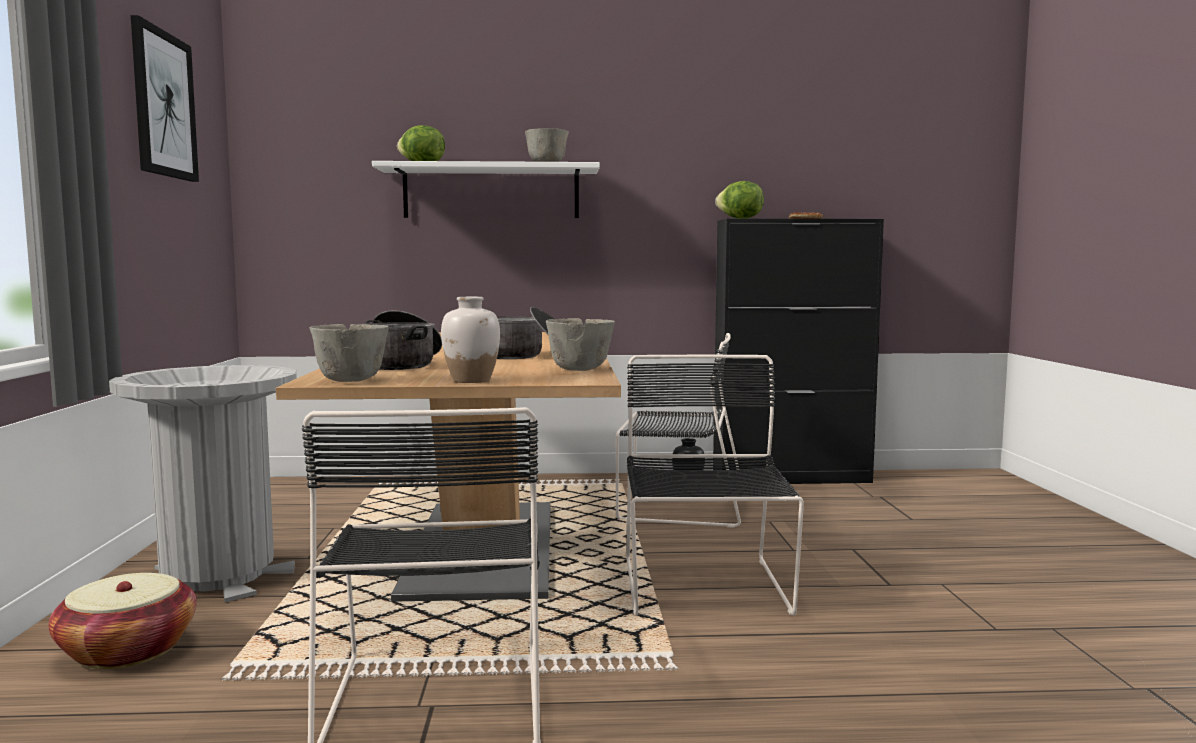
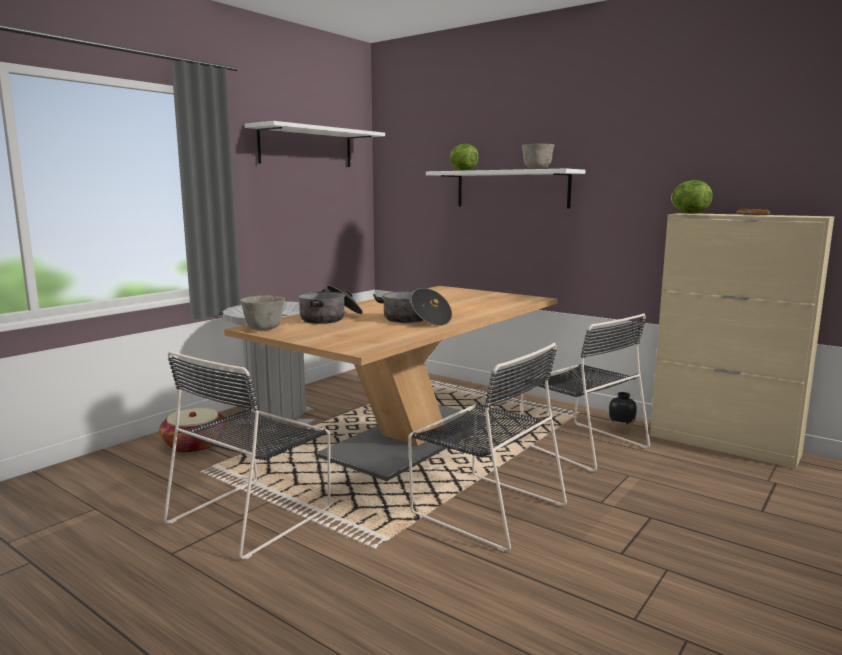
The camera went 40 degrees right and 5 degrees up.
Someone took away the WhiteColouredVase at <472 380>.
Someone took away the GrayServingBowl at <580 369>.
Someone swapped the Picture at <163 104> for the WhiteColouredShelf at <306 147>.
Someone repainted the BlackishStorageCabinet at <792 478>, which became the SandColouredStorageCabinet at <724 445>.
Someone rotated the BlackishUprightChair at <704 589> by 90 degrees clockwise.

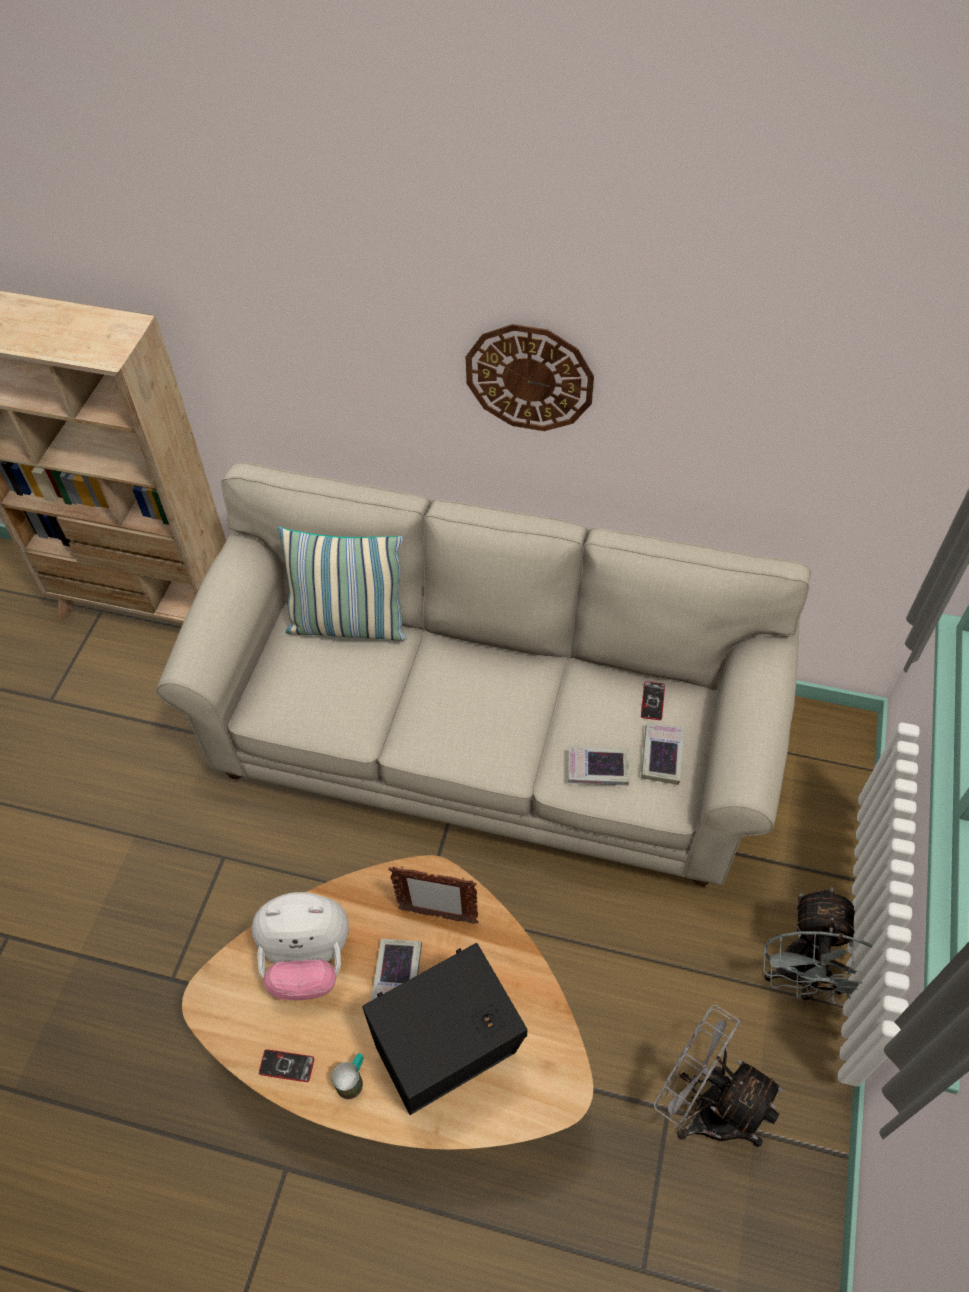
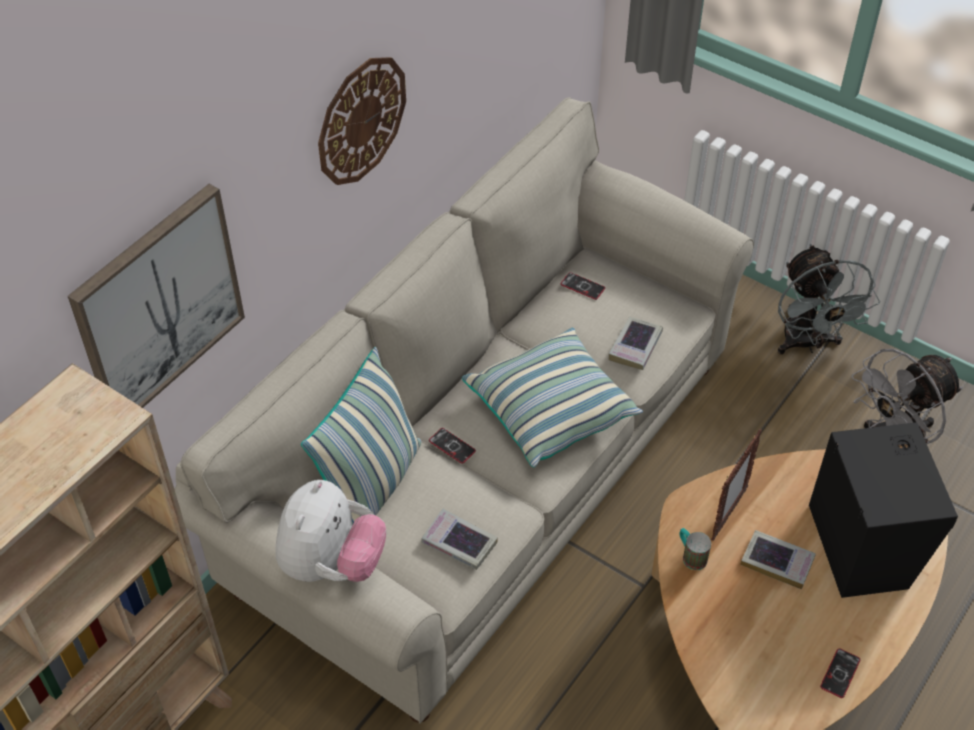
The camera went 70 degrees left and 5 degrees down.
Someone put up the Picture at <158 304>.
Someone put down the Handset at <452 446>.
Someone put down the Cushion at <551 410>.
Someone carried the PlushToy from <307 960> to <332 564>.
Someone carried the CoffeeMug from <353 1079> to <690 555>.
Someone carried the Book from <661 756> to <459 543>.
Someone rotated the GrayCoolingFan at <803 978> by 45 degrees clockwise.

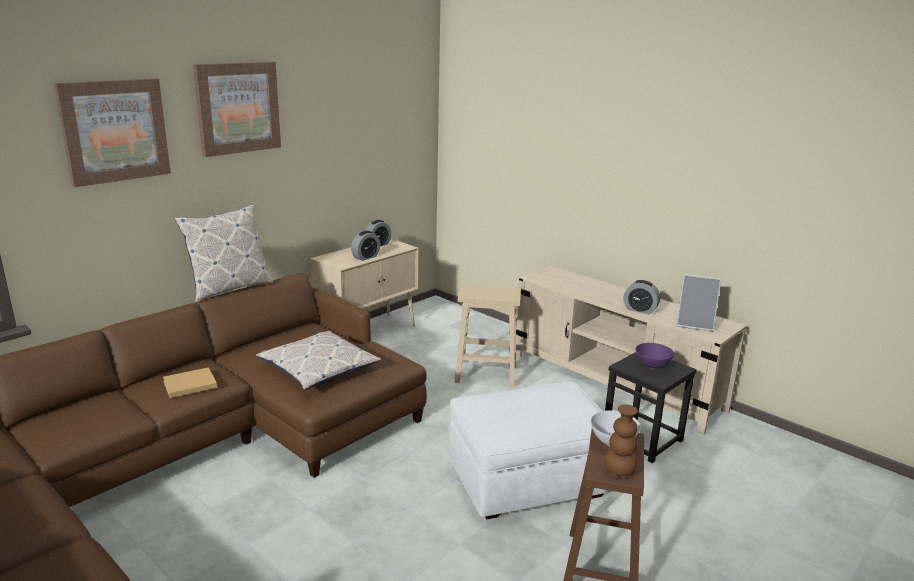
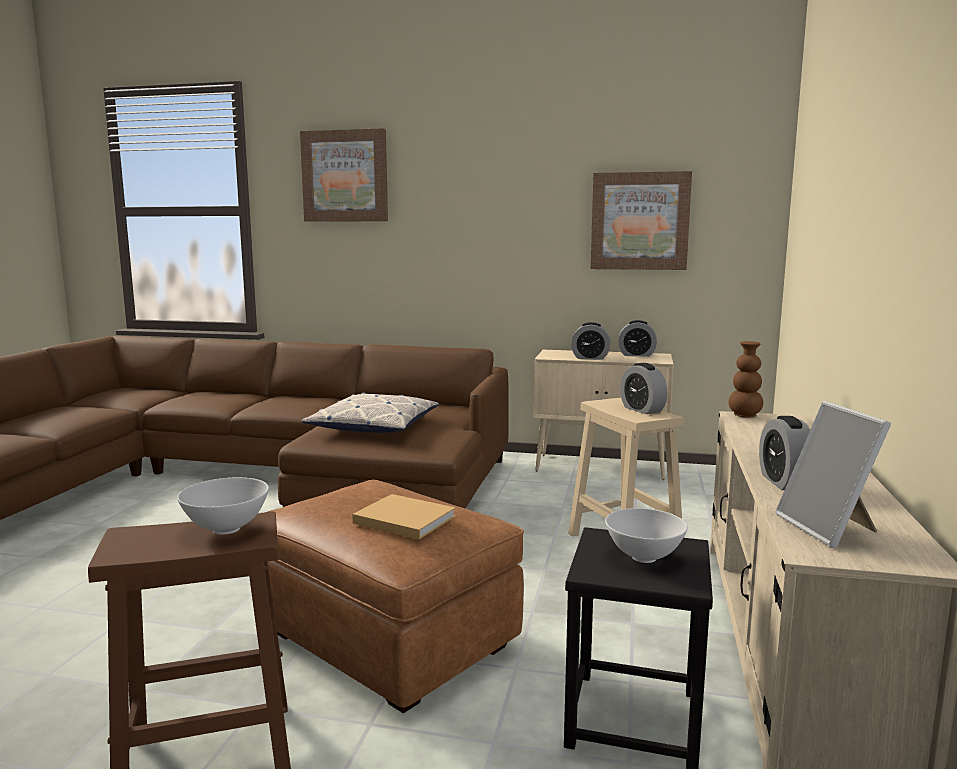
The camera went 60 degrees right and 10 degrees down.
Someone took away the Cushion at <229 288>.
Someone put down the AlarmClock at <642 410>.
Someone carried the SandColouredBook from <188 385> to <402 519>.
Someone carried the Picture from <237 108> to <639 221>.
Someone carried the BrownColouredVase from <619 472> to <744 415>.
Someone repainted the WhiteColouredFootrest at <528 481>, which became the BrownColouredFootrest at <387 640>.
Someone repainted the PurplishServingBowl at <653 366>, which became the WhiteColouredServingBowl at <644 558>.

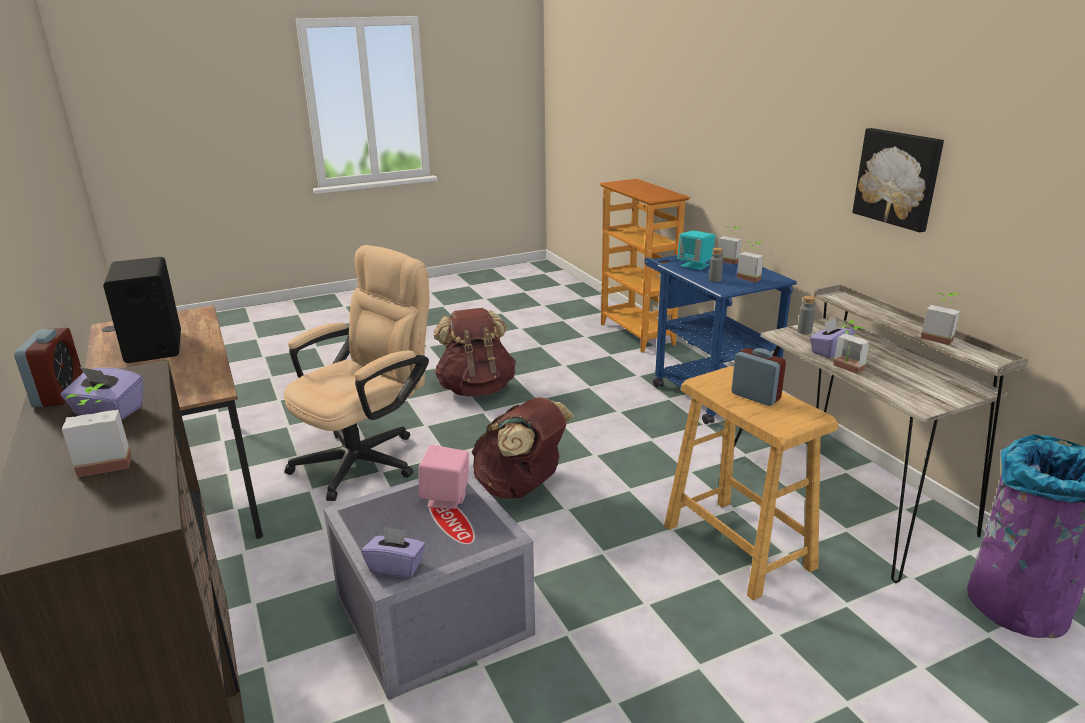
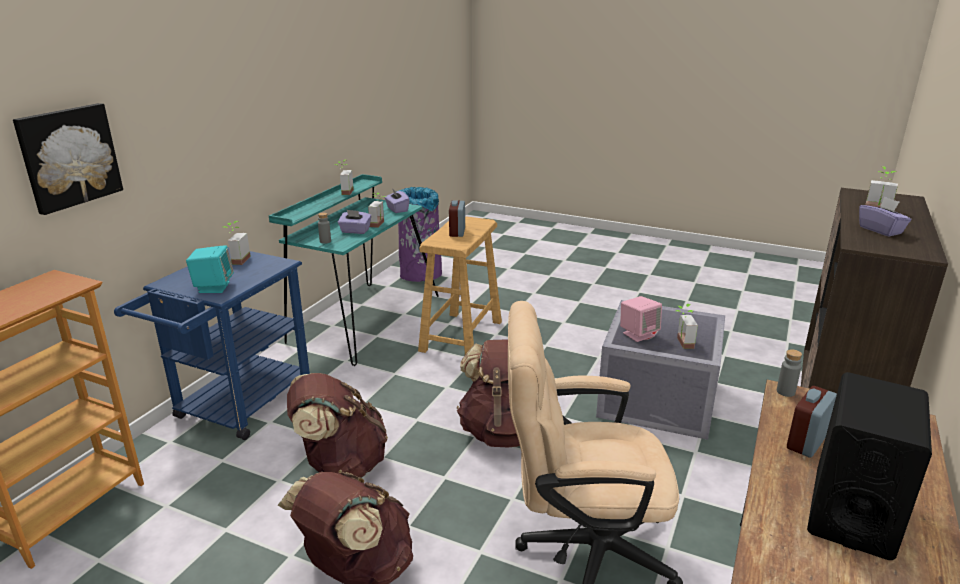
The camera went 130 degrees left and 0 degrees up.
Someone put down the BrownColouredBackpack at <340 465>.
Someone carried the AlarmClock from <59 394> to <806 442>.
Someone carried the PurplishBoxOfTissues from <396 566> to <397 209>.
Someone carried the GrayBottle from <715 280> to <785 392>.
Someone carried the PlantInAPot from <729 260> to <680 343>.
Someone carried the Picture from <898 178> to <68 157>.
Someone repainted the SandColouredDesk at <850 494>, which became the BlueGreenDesk at <361 319>.

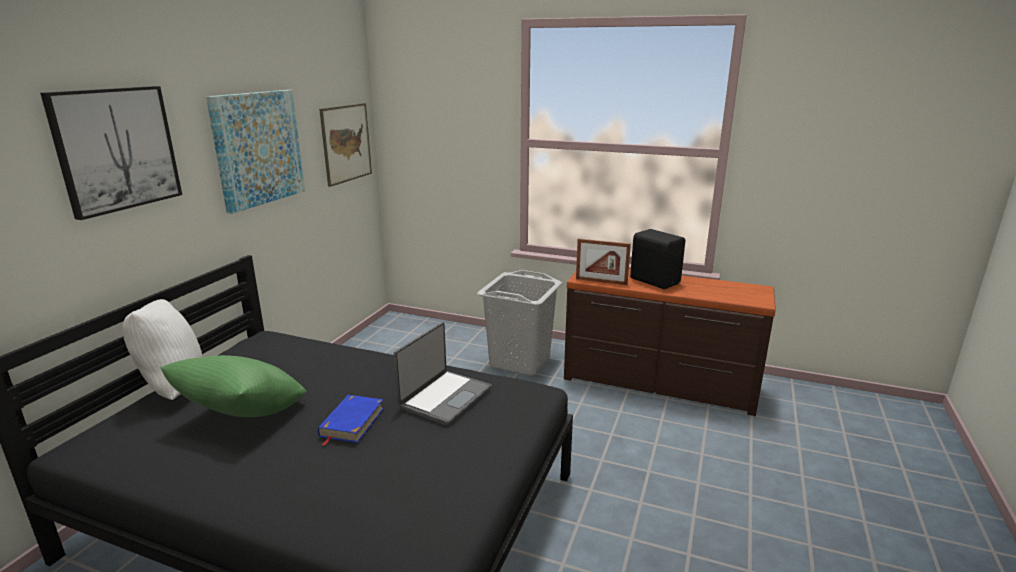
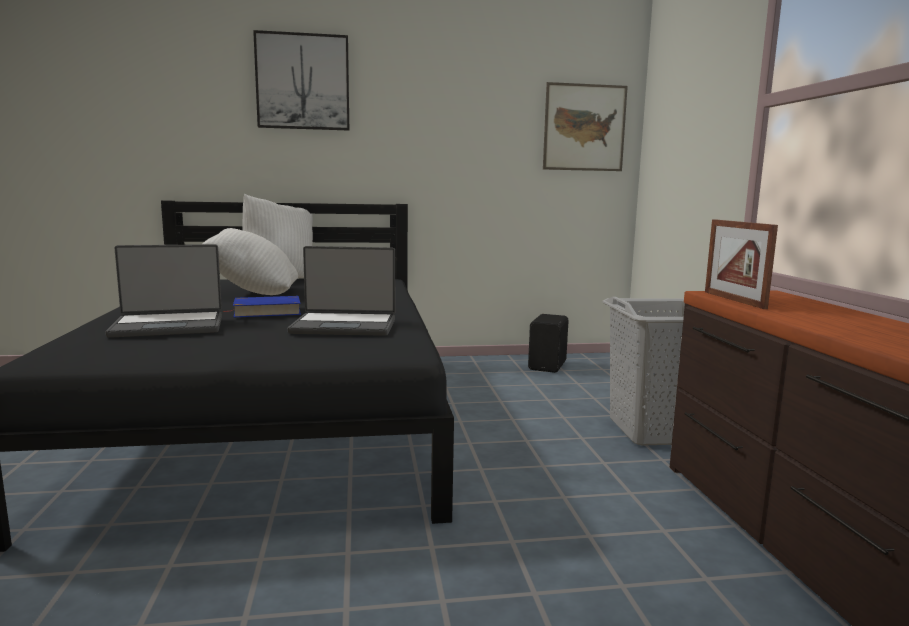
The camera went 60 degrees right and 10 degrees down.
Someone took away the Picture at <258 148>.
Someone put down the PortableComputer at <169 326>.
Someone carried the BlackishAudioSpeaker from <655 280> to <548 366>.
Someone repainted the GreenColouredCushion at <243 417>, which became the WhiteColouredCushion at <254 294>.

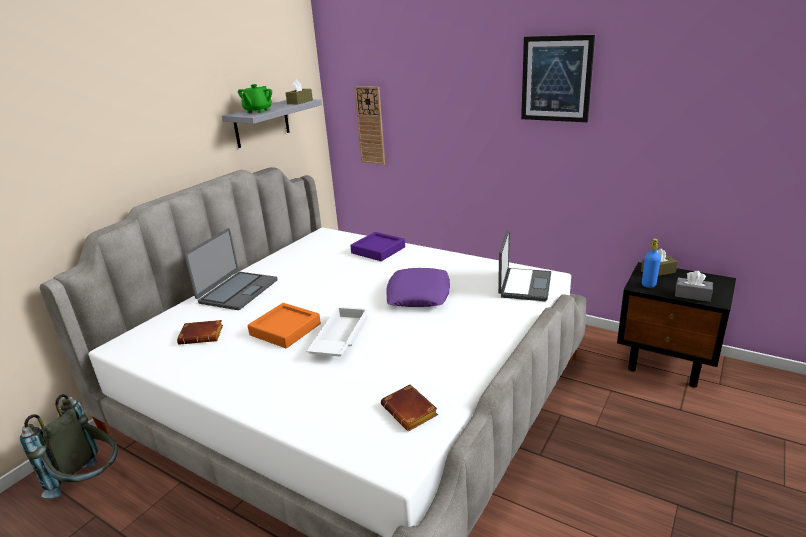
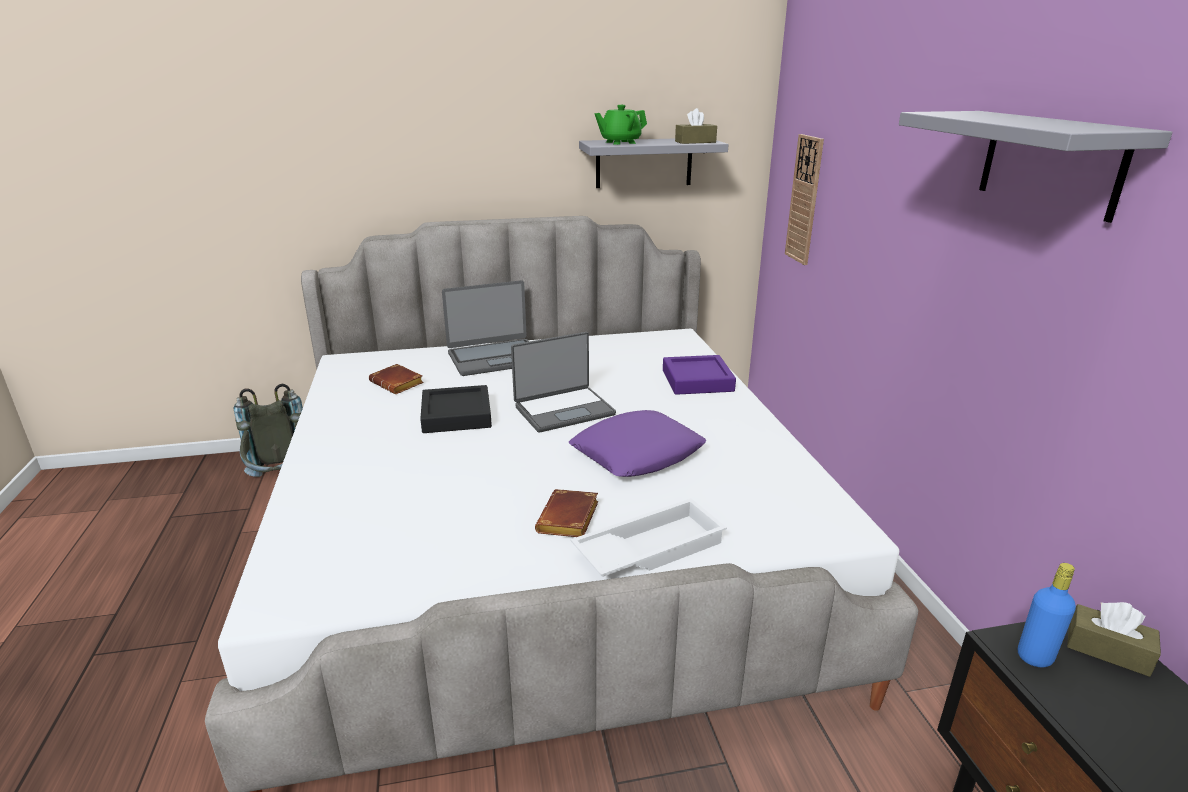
The camera went 45 degrees right and 0 degrees up.
Someone took away the GrayBoxOfTissues at <692 295>.
Someone carried the WhiteColouredTray from <339 338> to <649 548>.
Someone carried the BrownColouredBook from <411 412> to <569 520>.
Someone carried the PortableComputer from <523 285> to <563 410>.
Someone swapped the Picture at <556 79> for the GrayShelf at <1050 162>.
Someone repainted the OrangeyTray at <285 329>, which became the BlackishTray at <456 415>.

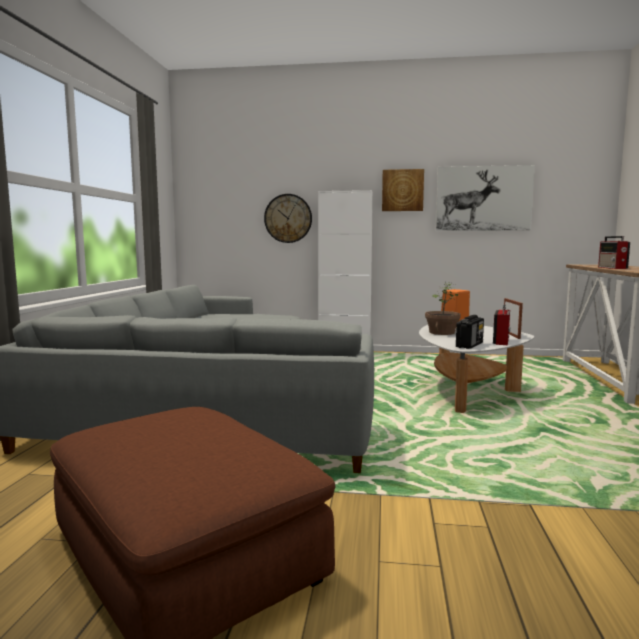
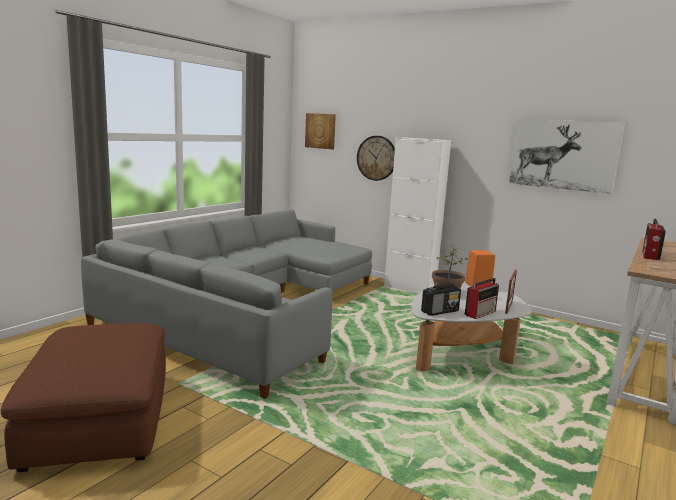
The camera went 25 degrees right and 5 degrees up.
Someone carried the Picture from <402 190> to <320 131>.

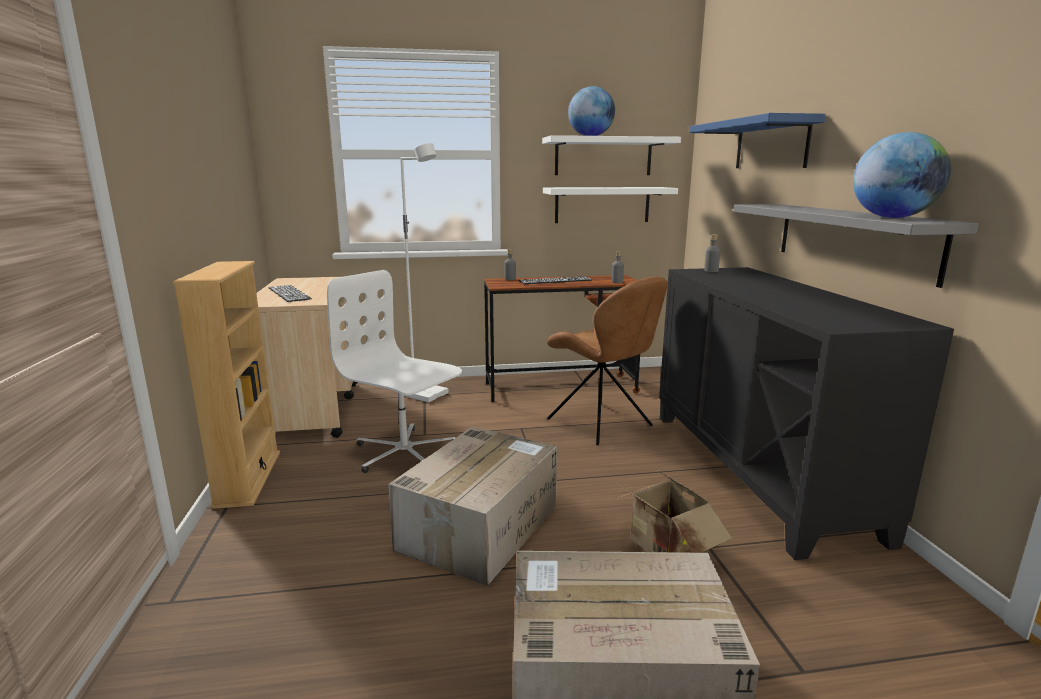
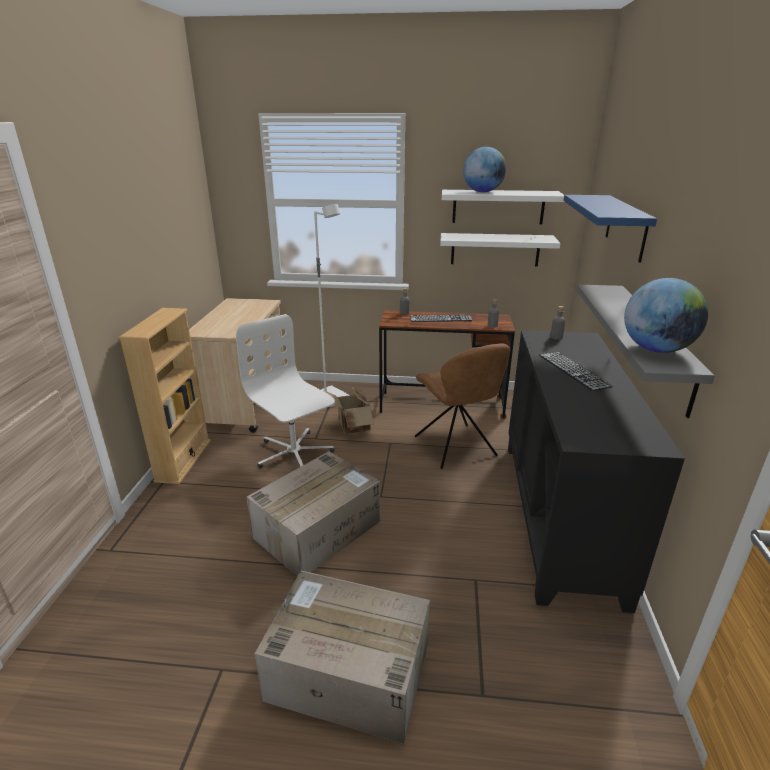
The camera went 15 degrees right and 10 degrees up.
Someone carried the ComputerKeyboard from <289 293> to <573 370>.
Someone carried the Carton from <663 549> to <351 427>.

